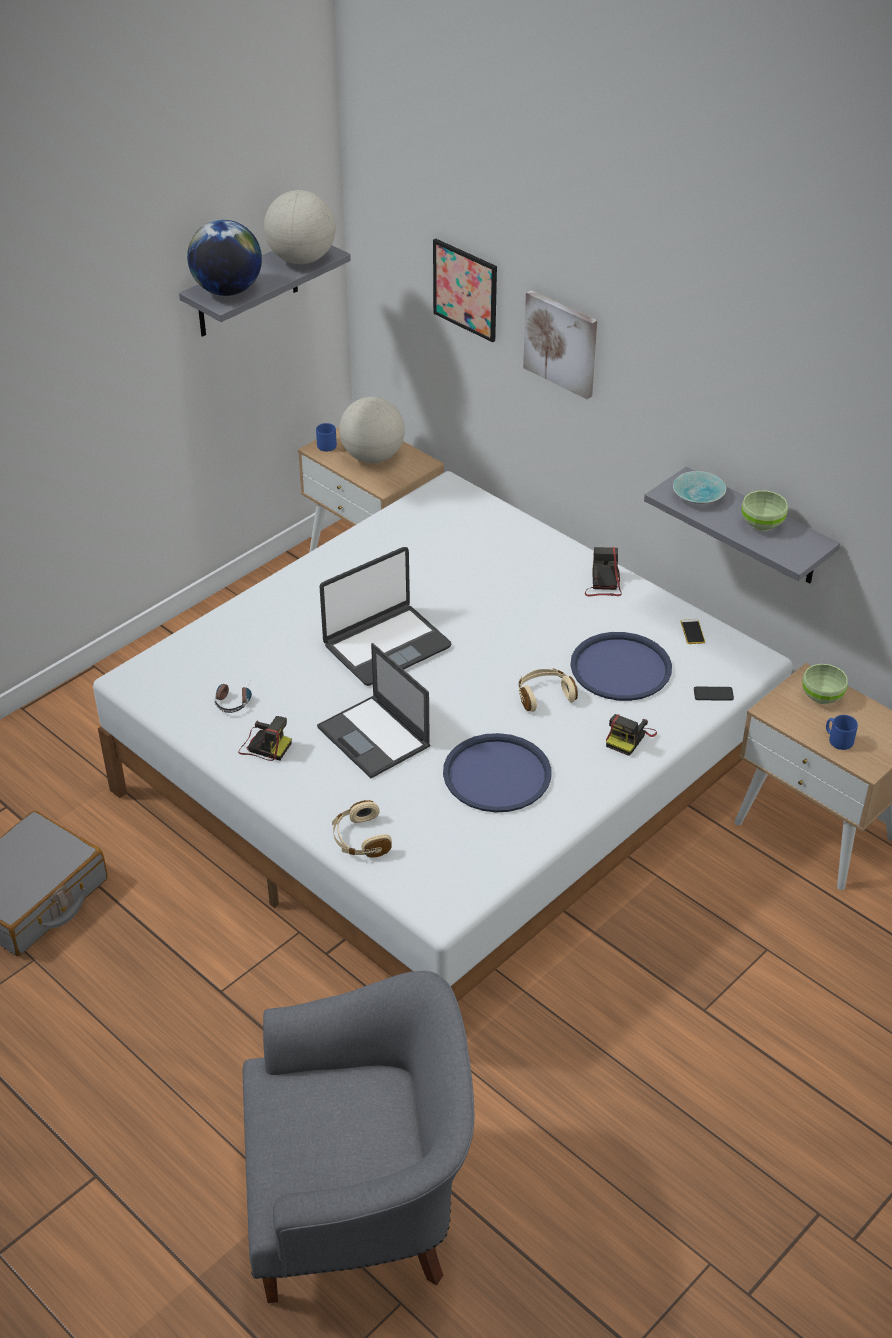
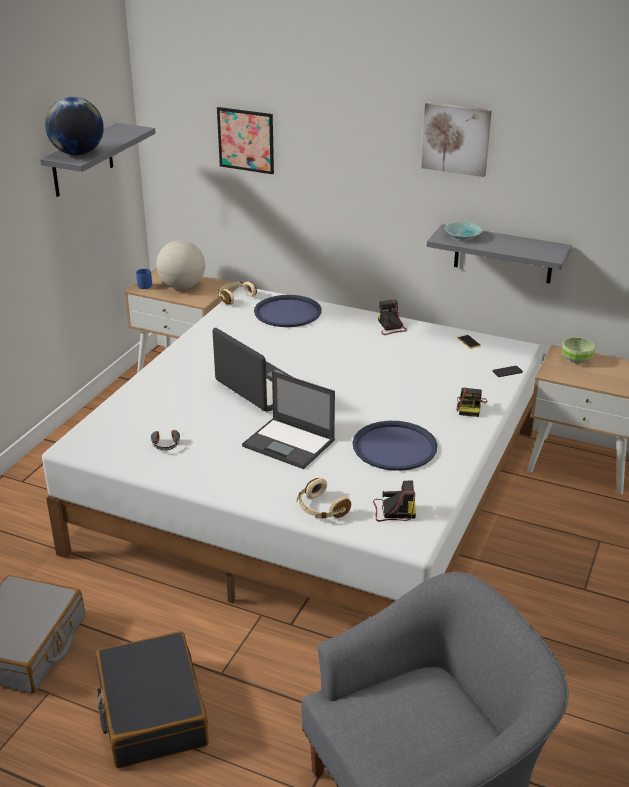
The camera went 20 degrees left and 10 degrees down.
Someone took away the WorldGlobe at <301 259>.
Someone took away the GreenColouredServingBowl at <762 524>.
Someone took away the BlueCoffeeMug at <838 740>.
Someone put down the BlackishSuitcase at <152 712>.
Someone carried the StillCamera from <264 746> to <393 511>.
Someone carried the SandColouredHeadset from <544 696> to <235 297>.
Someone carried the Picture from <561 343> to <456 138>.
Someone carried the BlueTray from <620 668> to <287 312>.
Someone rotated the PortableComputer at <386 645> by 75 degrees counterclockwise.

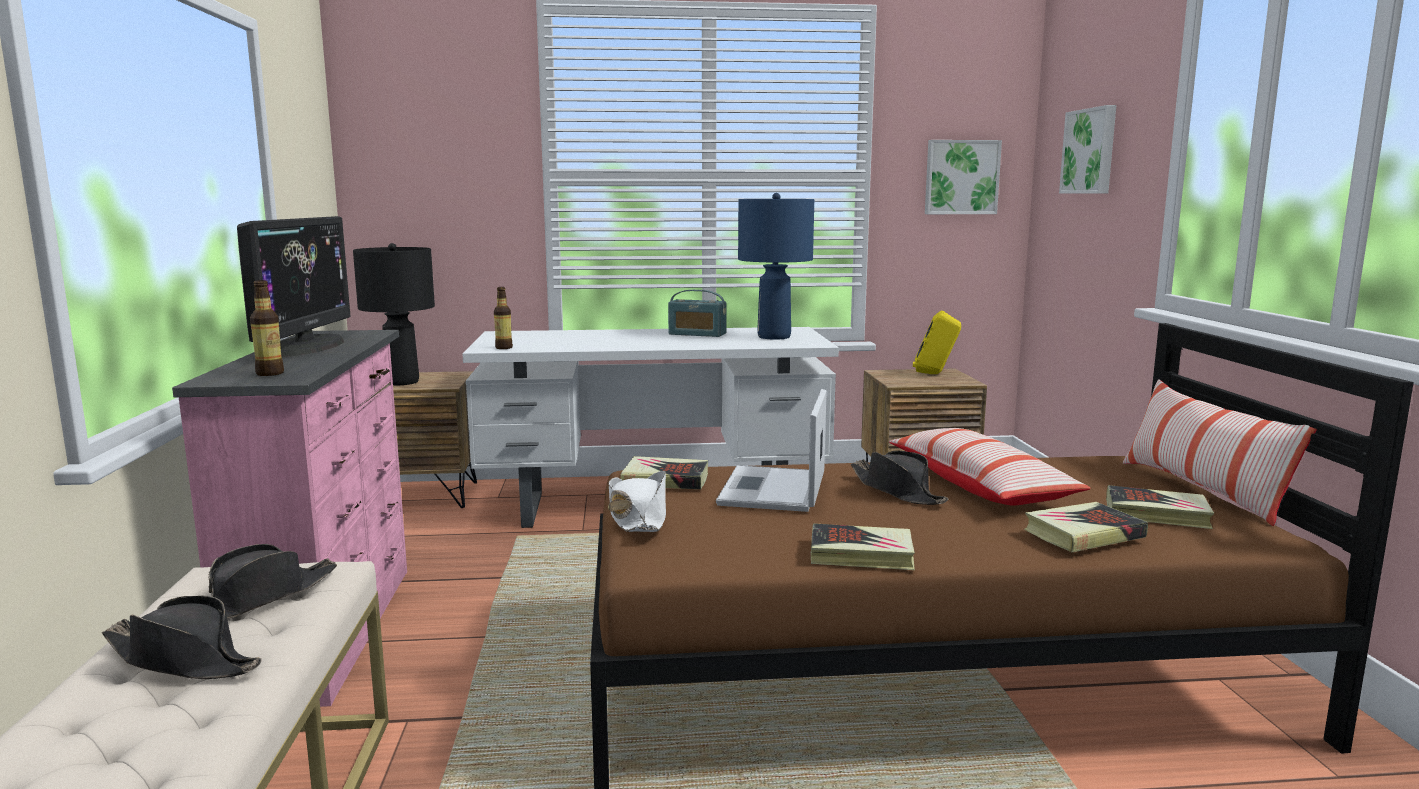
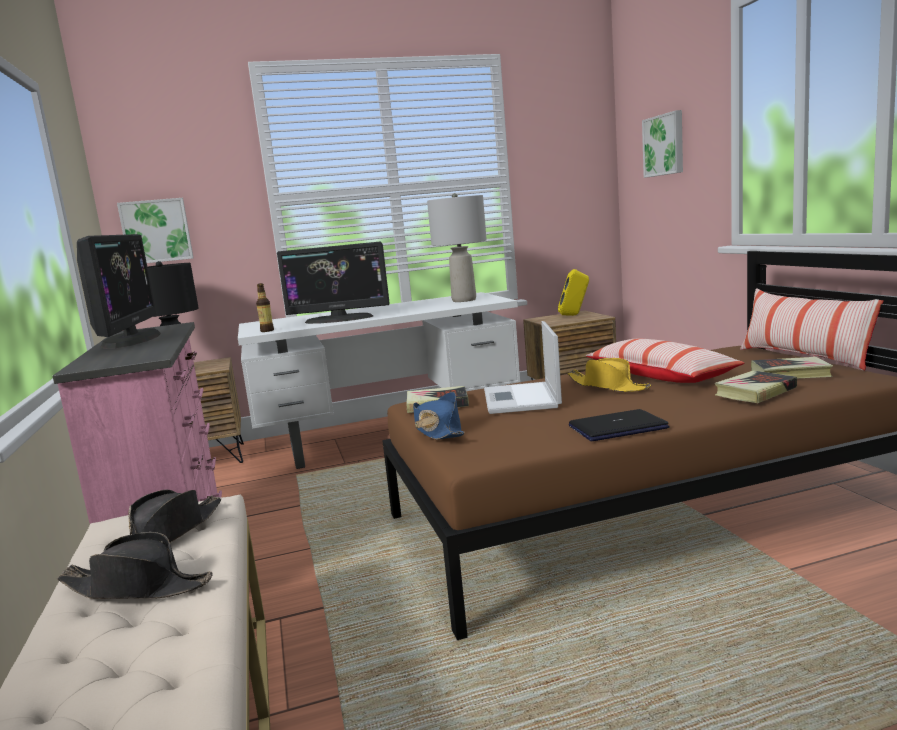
The camera went 10 degrees left and 0 degrees up.
Someone took away the Bottle at <270 373>.
Someone took away the Radio at <697 334>.
Someone put down the Monitor at <339 319>.
Someone carried the Picture from <961 177> to <156 231>.
Someone swapped the Book at <861 554> for the PortableComputer at <617 427>.
Someone repainted the WhiteColouredHat at <638 517>, which became the BlueHat at <438 430>.
Someone repainted the BlueLampForATable at <774 337>, which became the GrayLampForATable at <464 300>.
Someone repainted the BlackishHat at <897 490>, which became the YellowColouredHat at <608 386>.

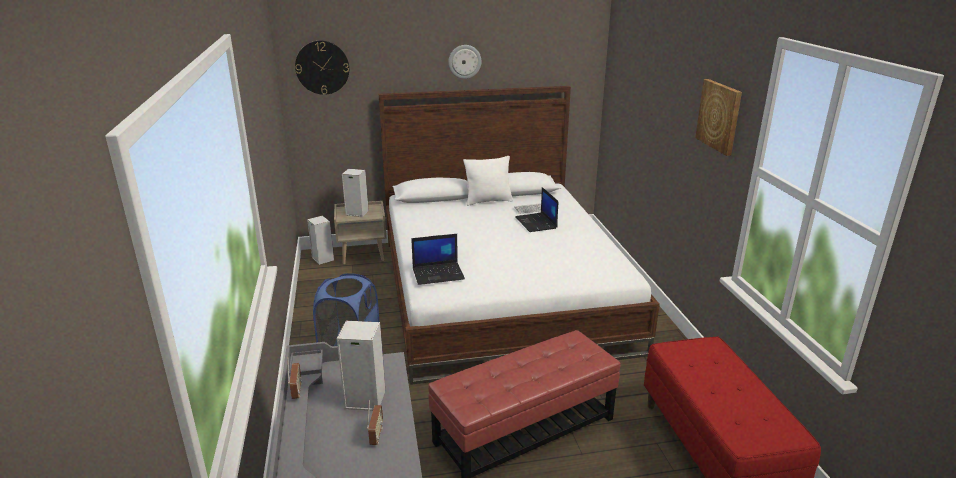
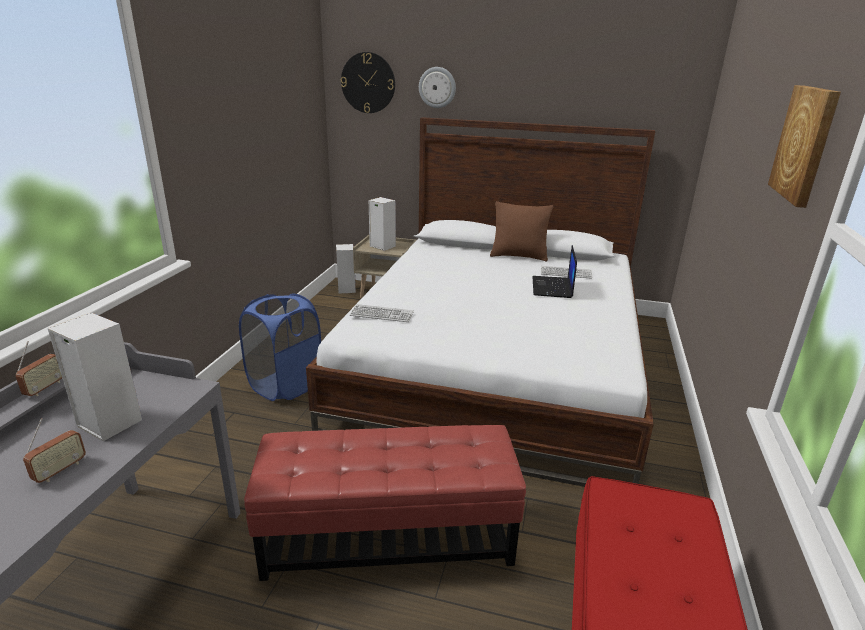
The camera went 25 degrees right and 0 degrees up.
Someone carried the HangingClock from <464 61> to <437 87>.
Someone swapped the PortableComputer at <438 274> for the ComputerKeyboard at <381 314>.
Someone repainted the WhiteColouredCushion at <488 201>, which became the BrownColouredCushion at <518 256>.

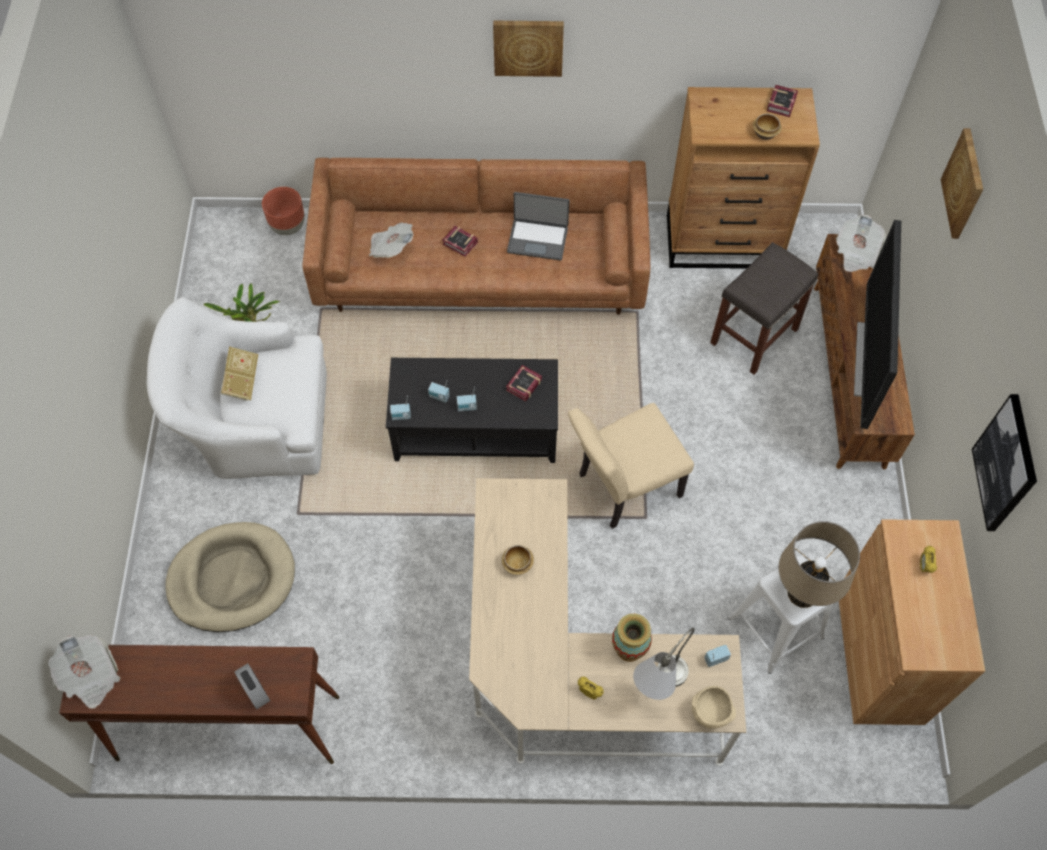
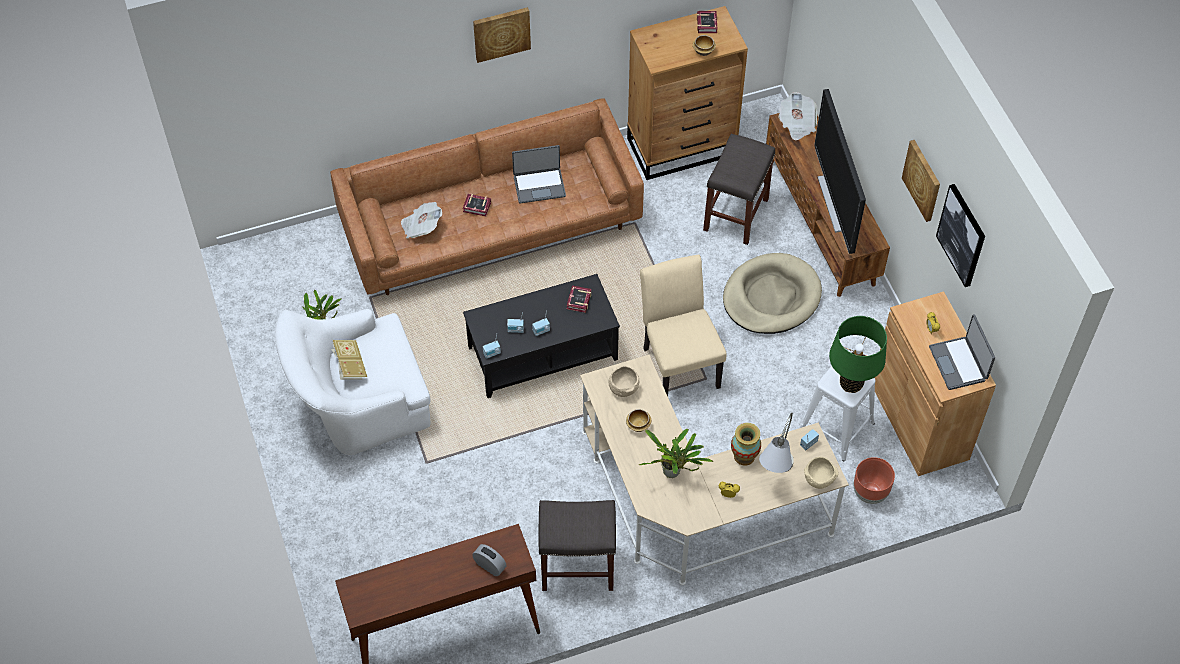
The camera went 20 degrees left and 5 degrees down.
Someone took away the Newspaper at <90 676>.
Someone put down the GraySittingStool at <576 567>.
Someone put down the SandColouredServingBowl at <623 388>.
Someone put down the PlantInAPot at <673 473>.
Someone put down the PortableComputer at <959 363>.
Someone carried the SandColouredDogBed from <232 579> to <771 297>.
Someone carried the BrownColouredFlowerPot from <288 226> to <870 492>.
Someone carried the Picture from <964 184> to <922 180>.
Someone repainted the SandColouredLampForATable at <802 594>, which became the GreenColouredLampForATable at <851 383>.
Someone rotated the SandColouredUprightChair at <622 488> by 120 degrees clockwise.

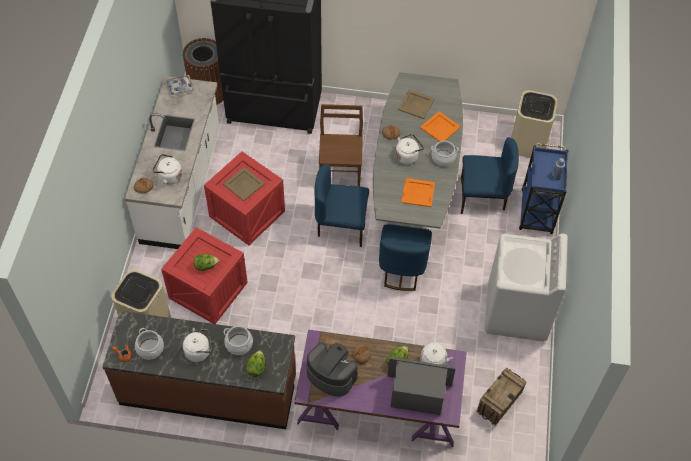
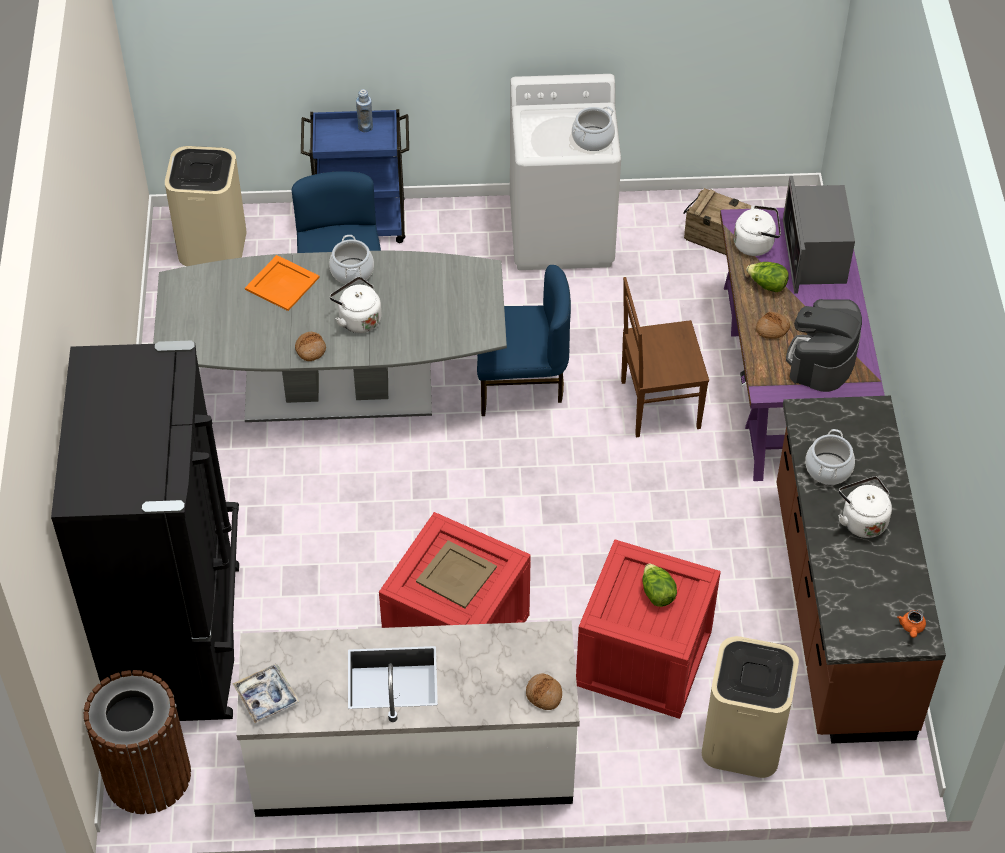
The camera went 100 degrees left and 5 degrees down.
Someone took away the WhiteColouredWaterKettle at <169 176>.
Someone took away the Lettuce at <256 368>.
Someone took away the BlueUprightChair at <341 226>.
Someone took away the SandColouredTray at <416 104>.
Someone took away the OrangeyTray at <418 192>.
Someone carried the Stockpot from <150 348> to <592 139>.
Someone carried the BrownColouredUprightChair from <340 173> to <657 405>.

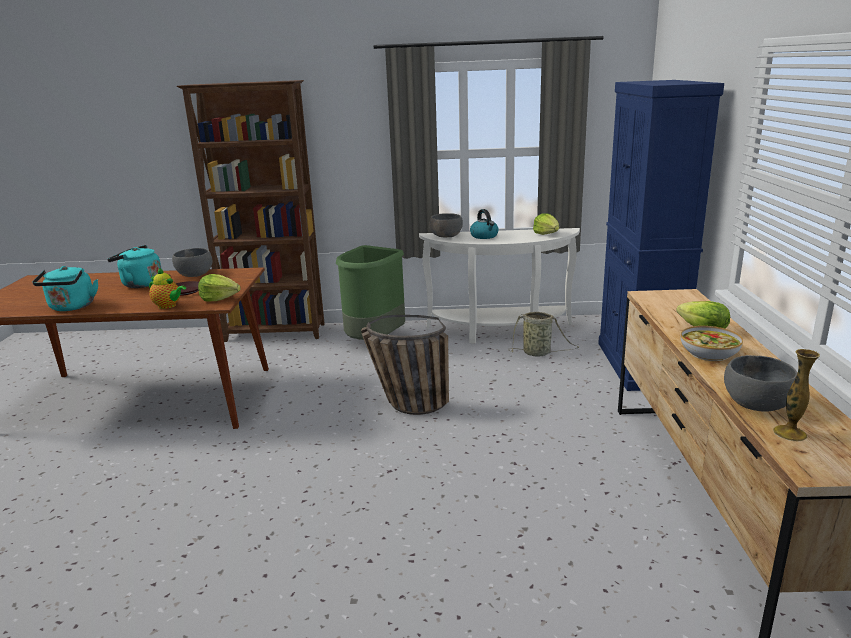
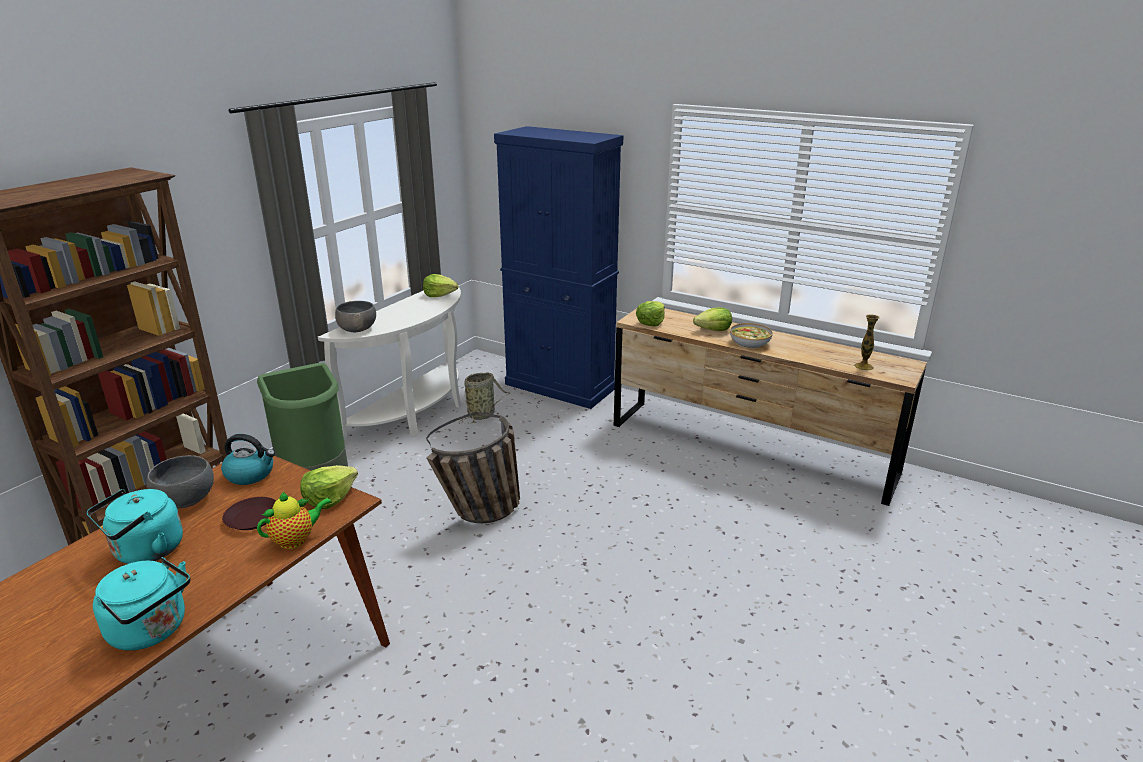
The camera went 60 degrees left and 5 degrees up.
Someone took away the GrayServingBowl at <757 403>.
Someone put down the Lettuce at <651 322>.
Someone carried the WaterKettle from <484 236> to <251 474>.

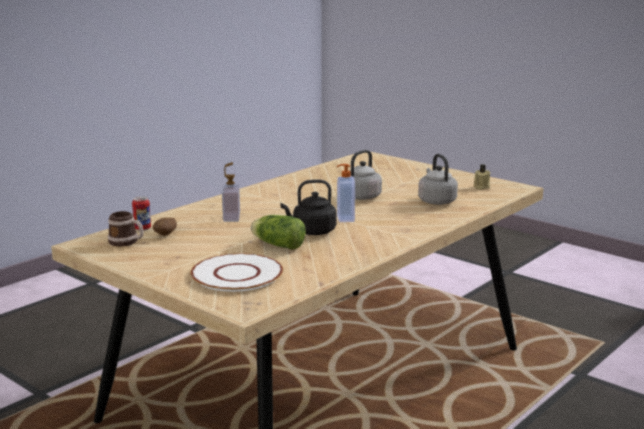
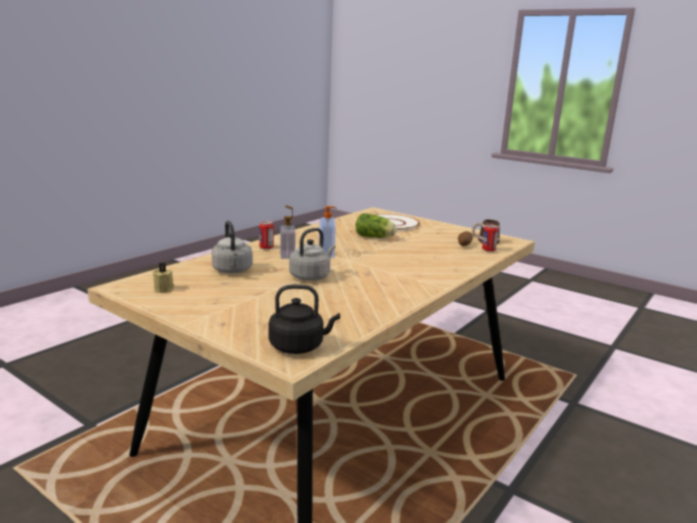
The camera went 175 degrees right and 0 degrees up.
Someone put down the Can at <266 248>.
Someone carried the LiquidSoapBottle from <231 217> to <287 255>.
Someone carried the BlackishWaterKettle from <312 231> to <299 346>.

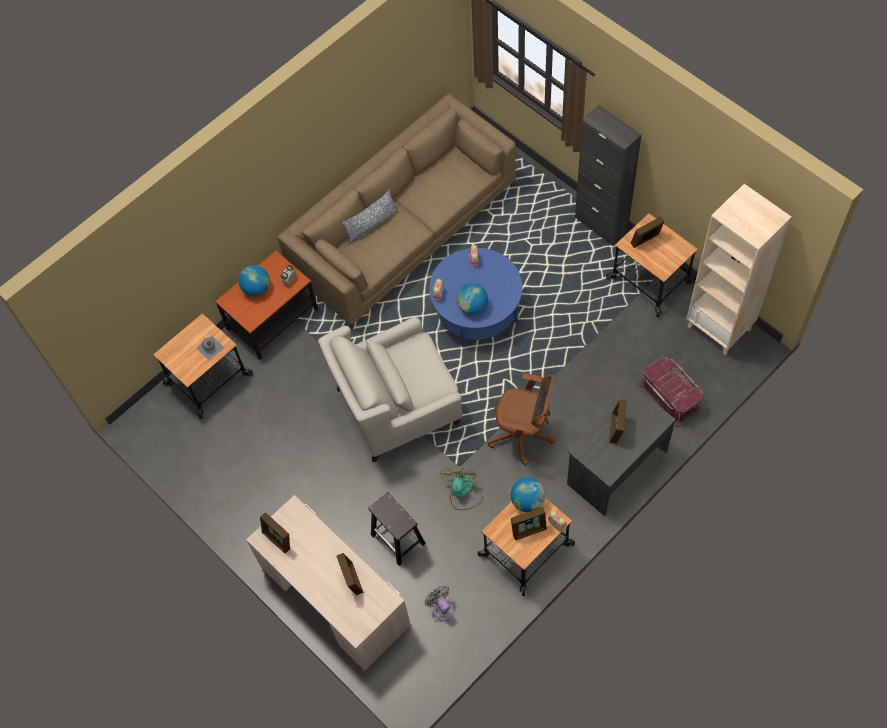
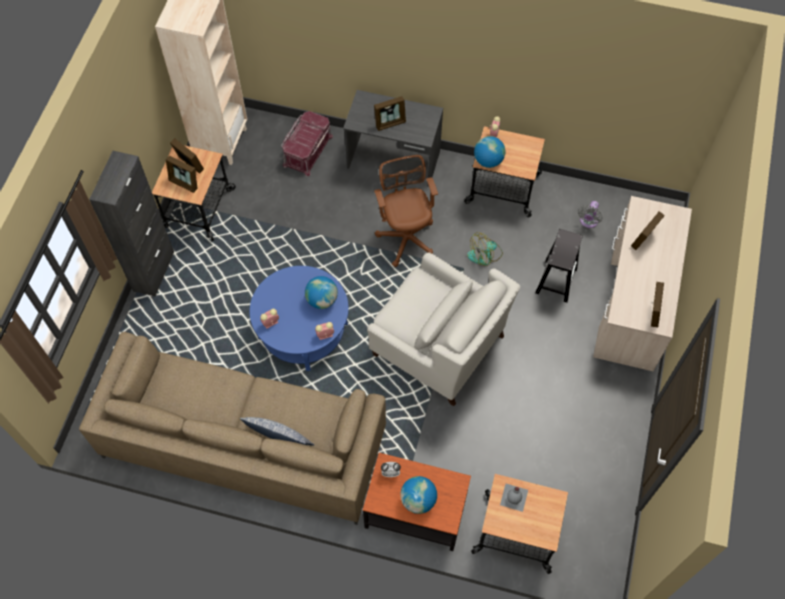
The camera went 125 degrees left and 0 degrees up.
Someone carried the StandingFrame from <528 529> to <189 165>.

